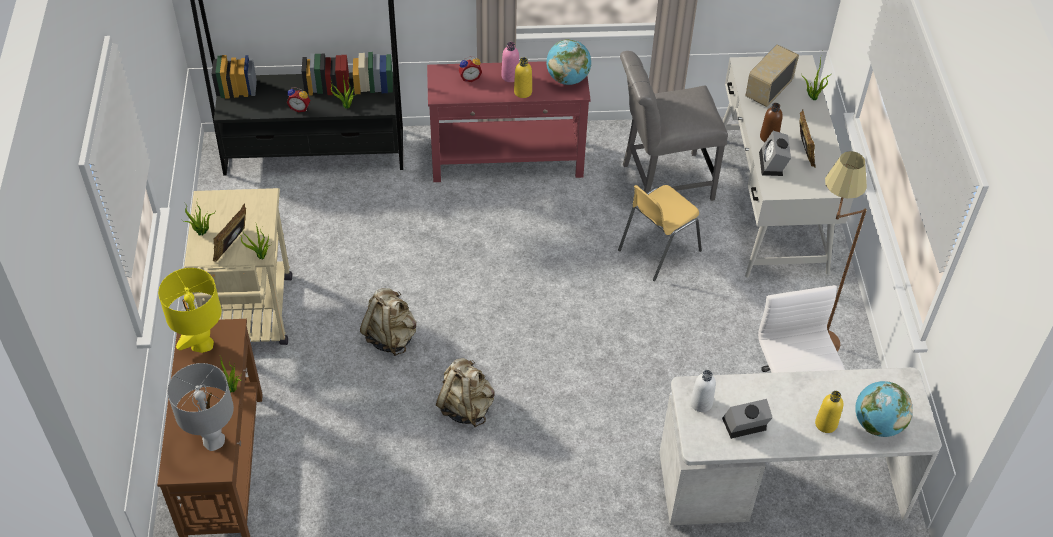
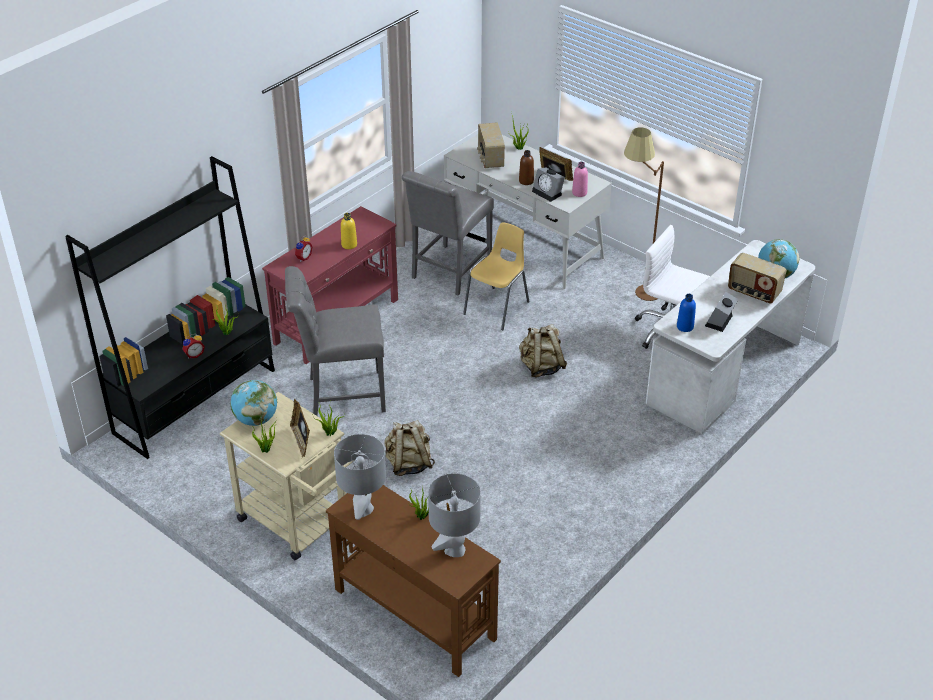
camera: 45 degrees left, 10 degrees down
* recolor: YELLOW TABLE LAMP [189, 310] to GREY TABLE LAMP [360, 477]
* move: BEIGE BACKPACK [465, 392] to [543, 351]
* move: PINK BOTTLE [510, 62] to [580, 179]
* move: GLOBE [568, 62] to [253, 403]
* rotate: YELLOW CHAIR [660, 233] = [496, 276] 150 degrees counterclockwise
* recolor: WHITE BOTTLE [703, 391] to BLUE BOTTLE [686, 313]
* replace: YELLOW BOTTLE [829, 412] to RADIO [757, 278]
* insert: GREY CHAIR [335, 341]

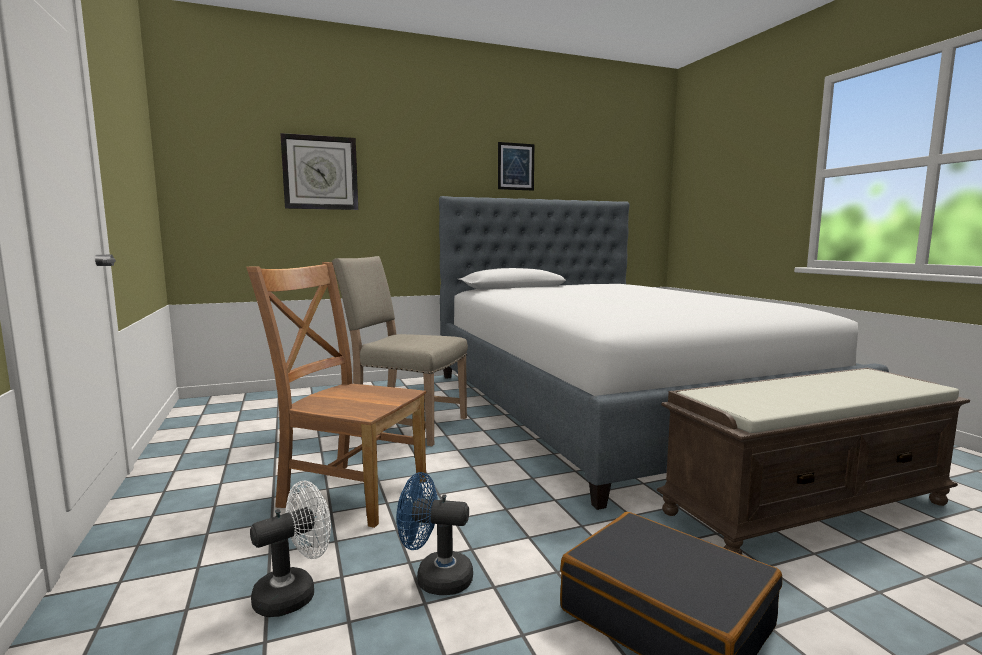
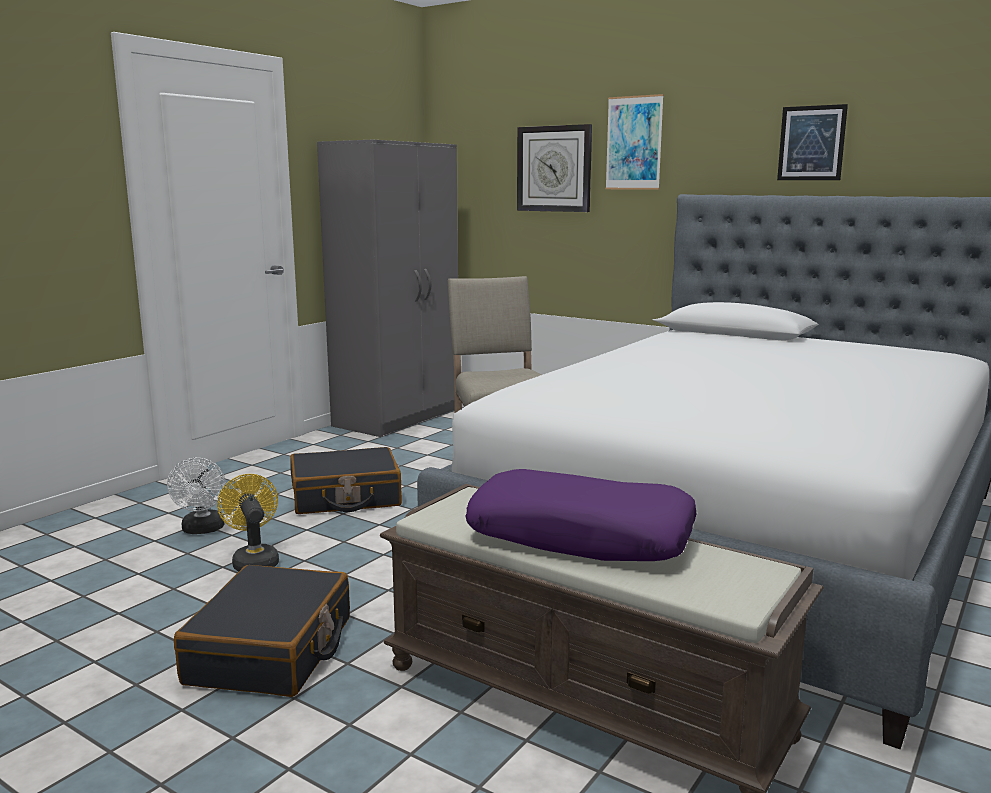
camera: 55 degrees right, 5 degrees up
* replace: BROWN CHAIR [336, 395] to BLACK SUITCASE [346, 480]
* rotate: WHITE FAN [290, 549] = [196, 496] 60 degrees clockwise
* recolor: BLUE FAN [435, 533] to YELLOW FAN [248, 523]
* insert: GREY WARDROBE [387, 288]
* insert: PURPLE PILLOW [581, 515]
* insert: PICTURE [634, 142]

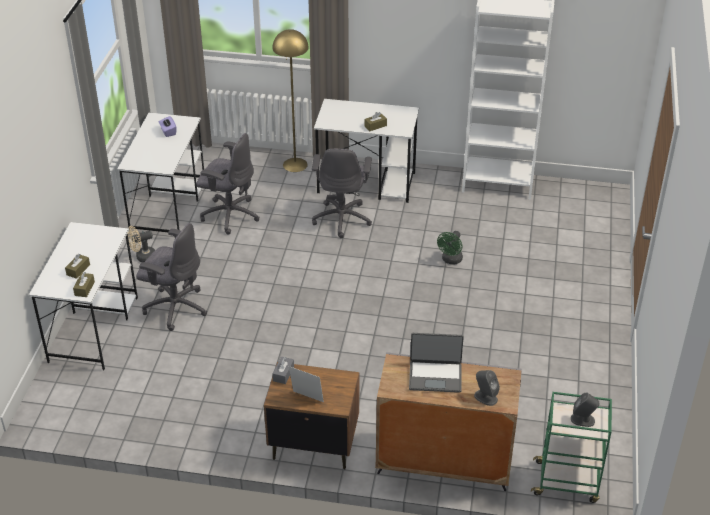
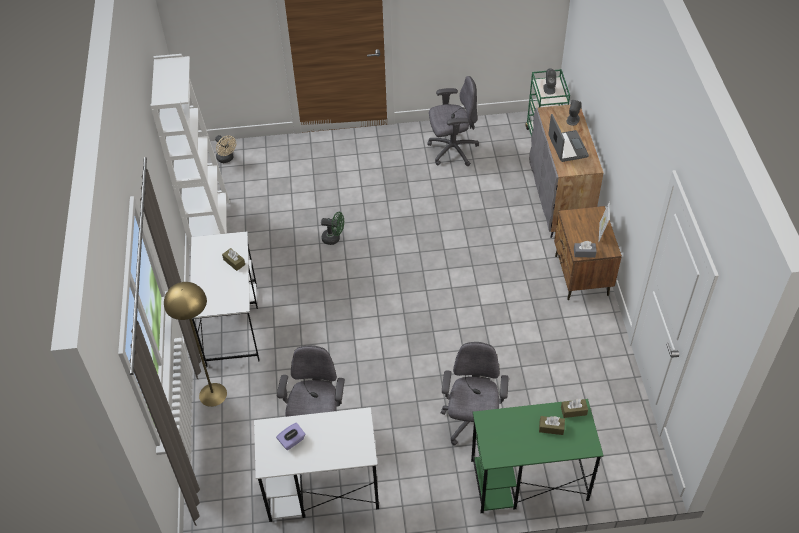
camera: 105 degrees left, 10 degrees up
* recolor: WHITE DESK [83, 296] to GREEN DESK [537, 456]
* move: BEIGE FAN [141, 244] to [225, 149]
* move: GREY OFFICE CHAIR [342, 193] to [453, 121]

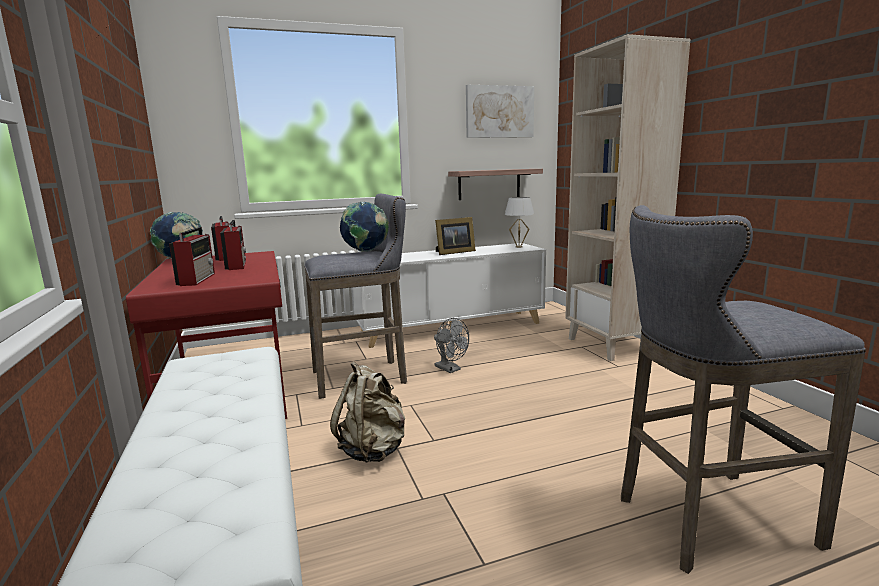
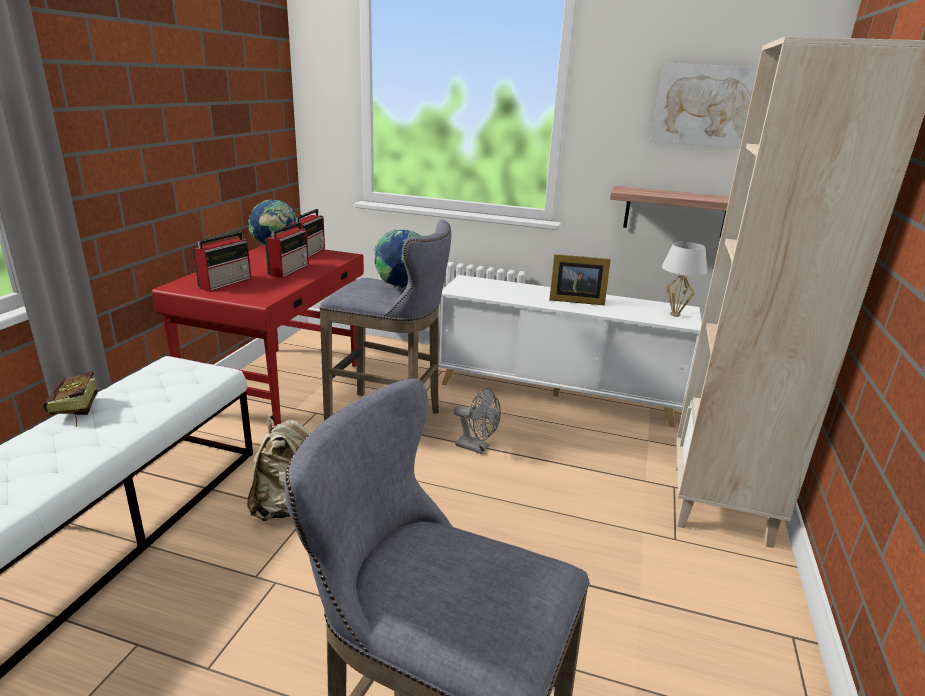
camera: 35 degrees right, 10 degrees up
* rotate: GREY FAN [451, 345] = [477, 421] 60 degrees counterclockwise
* insert: BOOK [70, 399]

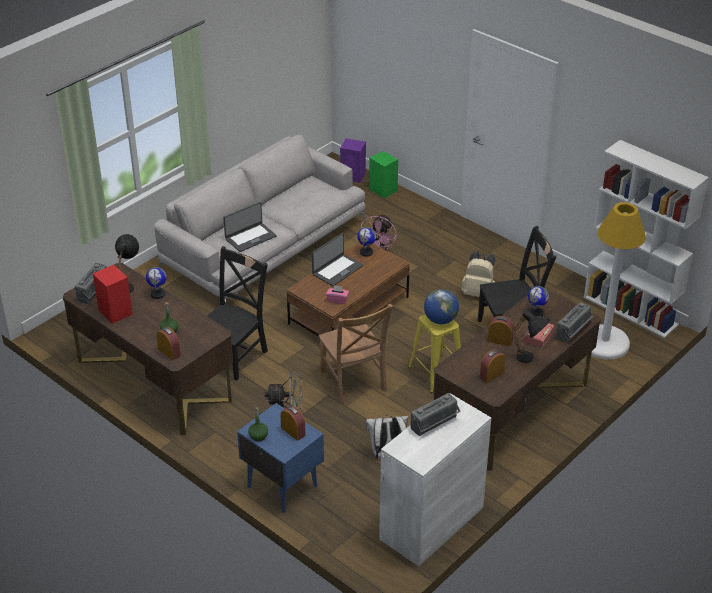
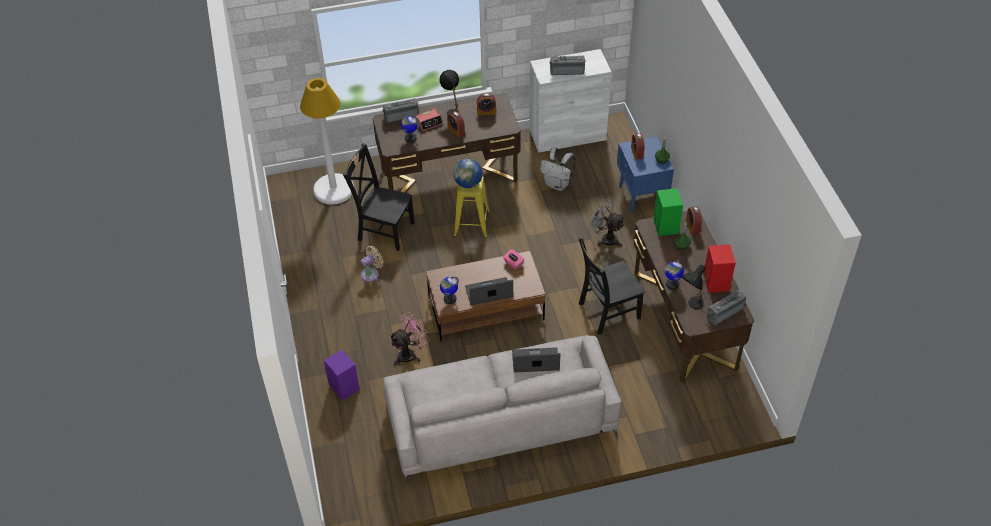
camera: 145 degrees left, 10 degrees up
* delete: BROWN CHAIR [356, 354]
* move: PURPLE SPEAKER [353, 160] to [342, 375]
* move: GREEN SPEAKER [383, 174] to [668, 212]
* replace: BEIGE BACKPACK [478, 274] to BEIGE FAN [371, 264]
* delete: WHITE BOOKCASE [646, 239]

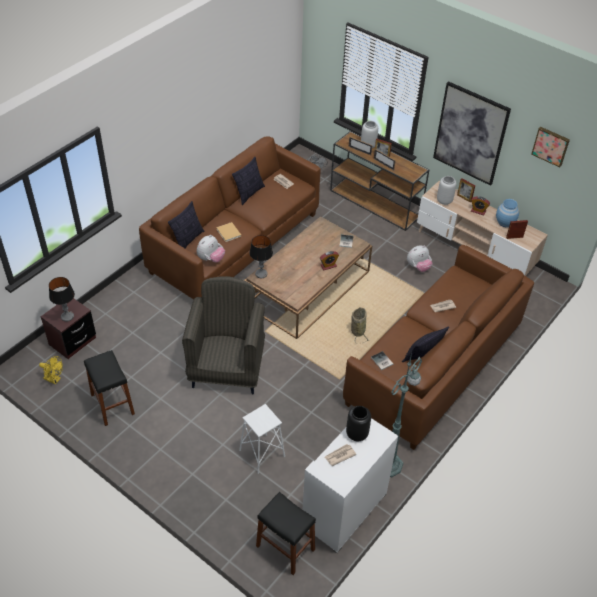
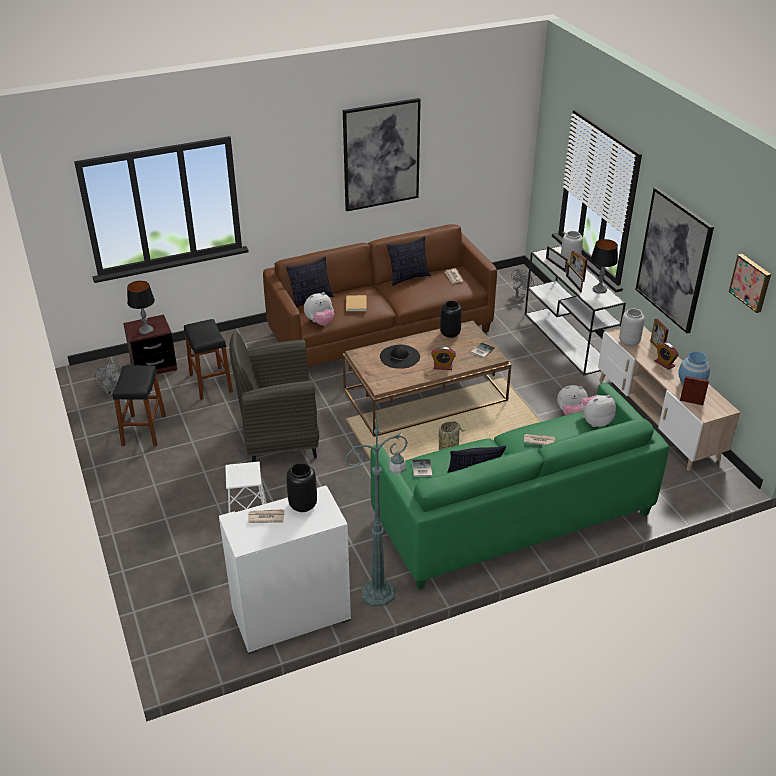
camera: 30 degrees right, 10 degrees down
* recolor: YELLOW FAN [51, 370] to GREY FAN [107, 379]
* rotate: GREY ARMCHAIR [223, 335] = [274, 397] 135 degrees counterclockwise
* move: TABLE LAMP [261, 256] to [604, 266]
* move: BLACK STOOL [286, 533] to [208, 359]
* recolor: BROWN CONSOLE TABLE [379, 181] to WHITE CONSOLE TABLE [575, 310]
* recolor: BROWN SOFA [438, 347] to GREEN SOFA [519, 486]
* insert: PICTURE [382, 154]
* insert: BLACK HAT [400, 357]
* insert: BLACK VASE [451, 319]
* insert: PLUSH TOY [598, 411]

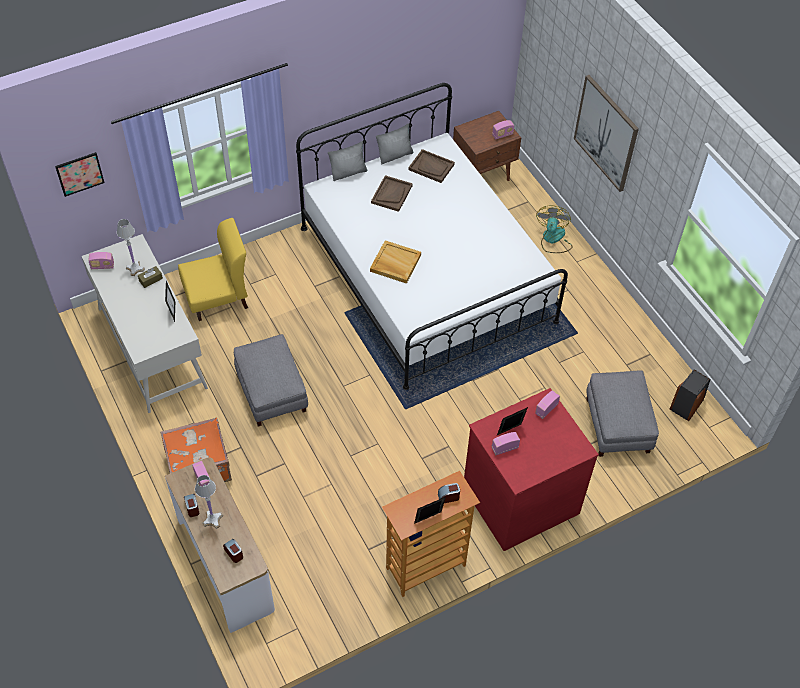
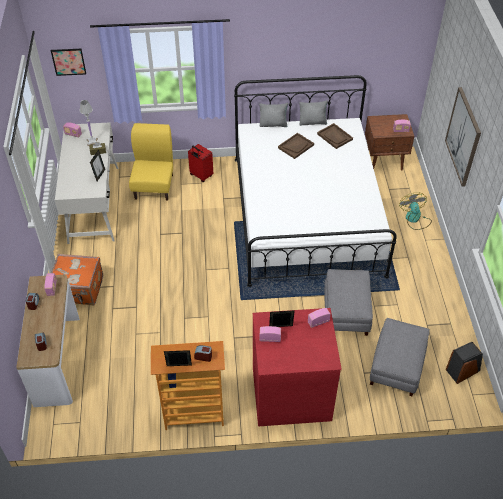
camera: 25 degrees right, 5 degrees down
* rotate: YELLOW CHAIR [213, 269] = [151, 161] 90 degrees counterclockwise
* delete: WHITE TABLE LAMP [209, 502]
* move: GREY OTTOMAN [271, 380] to [348, 302]
* delete: BEIGE TRAY [395, 262]
* rotate: FAN [554, 229] = [415, 211] 45 degrees counterclockwise
* insert: RED SUITCASE [200, 163]

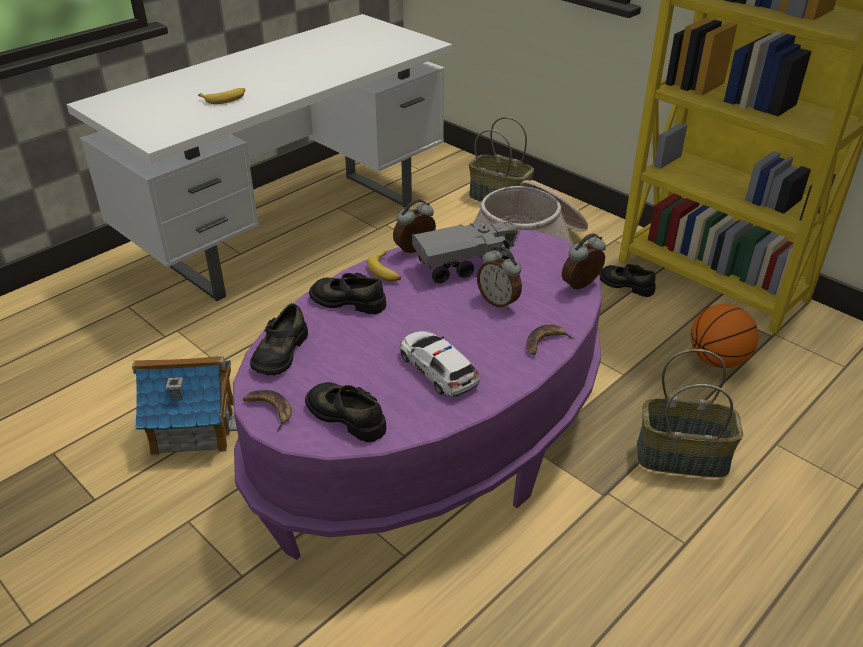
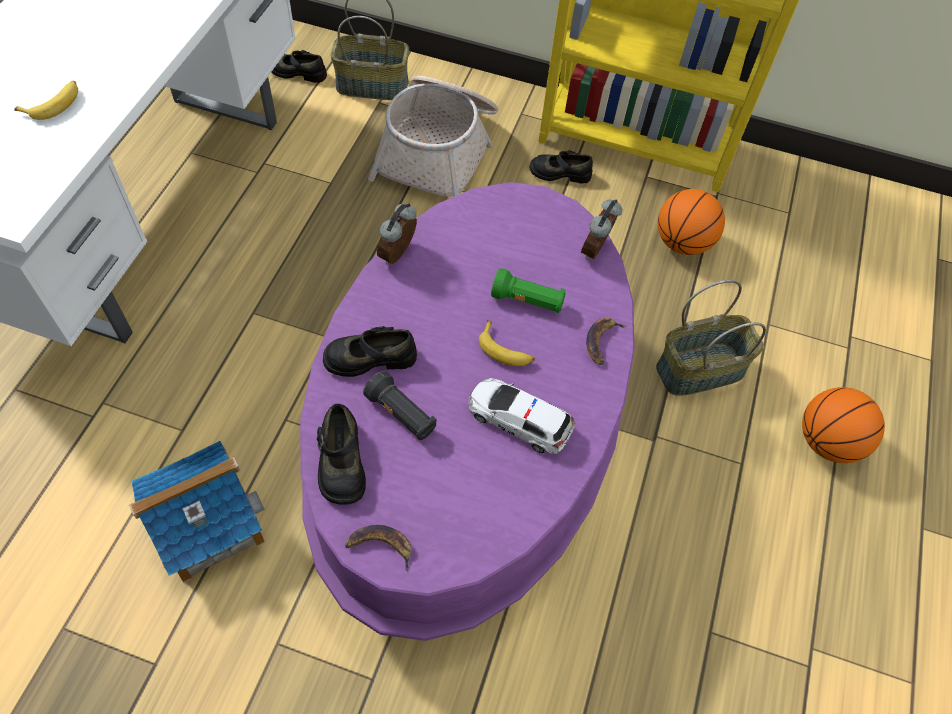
camera: 30 degrees left, 20 degrees up
* move: BLACK SHOE [346, 412] to [299, 66]
* move: BANANA [384, 266] to [507, 343]
* delete: TOY TRUCK [466, 250]
* replace: ALARM CLOCK [499, 278] to GREEN FLASHLIGHT [528, 290]
* insert: BLACK FLASHLIGHT [399, 405]
* insert: BASKETBALL [843, 425]

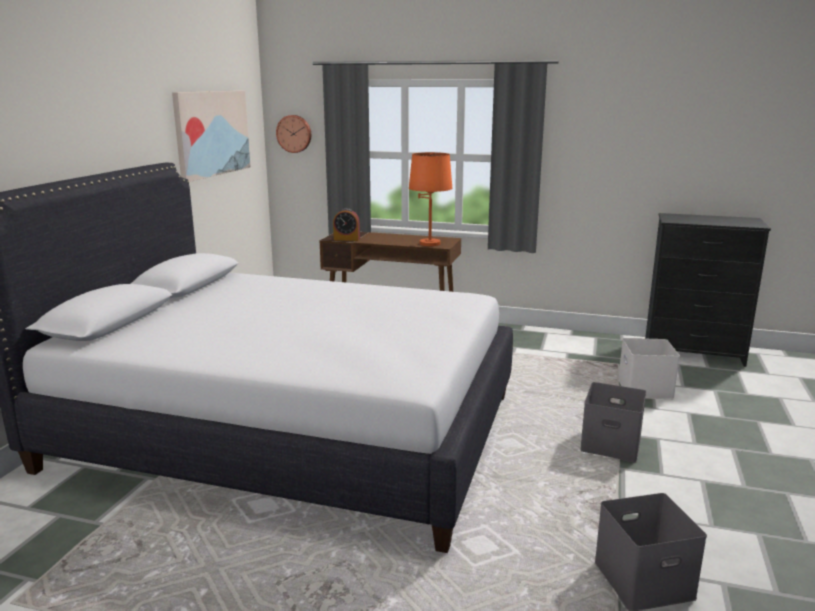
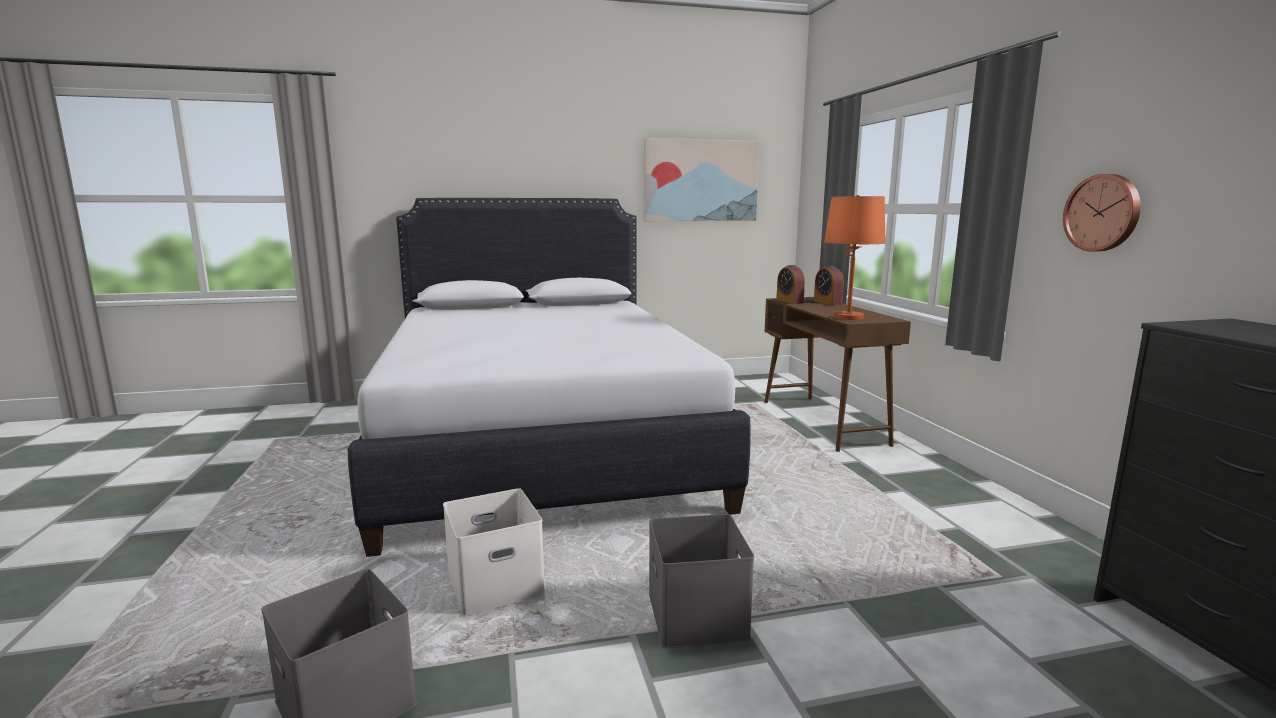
camera: 60 degrees right, 5 degrees down
* move: WALL CLOCK [293, 134] to [1102, 213]
* move: WHITE STORAGE BOX [649, 368] to [494, 551]
* insert: ALARM CLOCK [829, 285]

